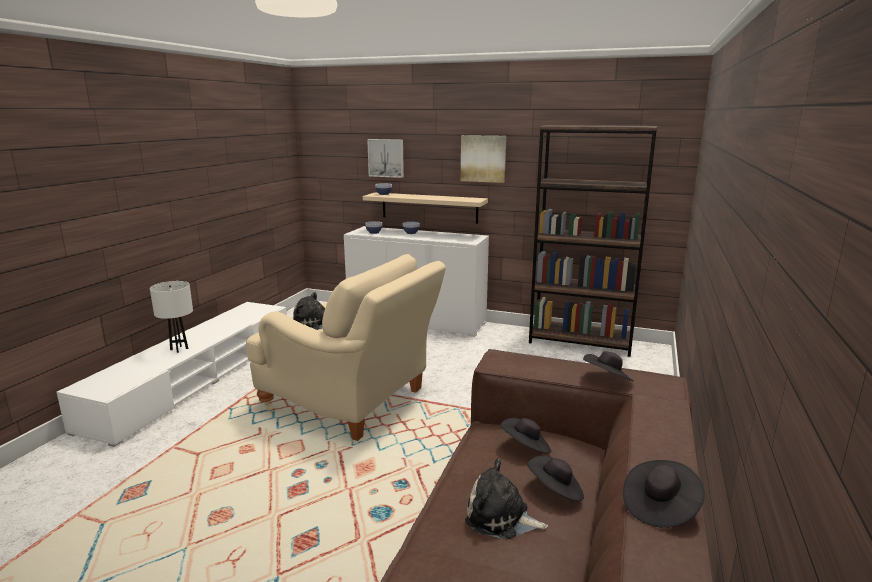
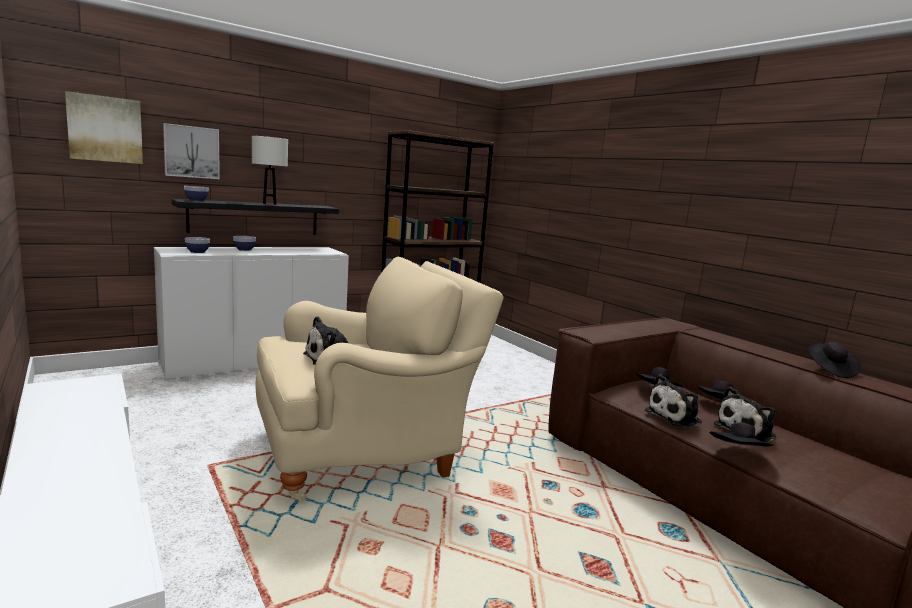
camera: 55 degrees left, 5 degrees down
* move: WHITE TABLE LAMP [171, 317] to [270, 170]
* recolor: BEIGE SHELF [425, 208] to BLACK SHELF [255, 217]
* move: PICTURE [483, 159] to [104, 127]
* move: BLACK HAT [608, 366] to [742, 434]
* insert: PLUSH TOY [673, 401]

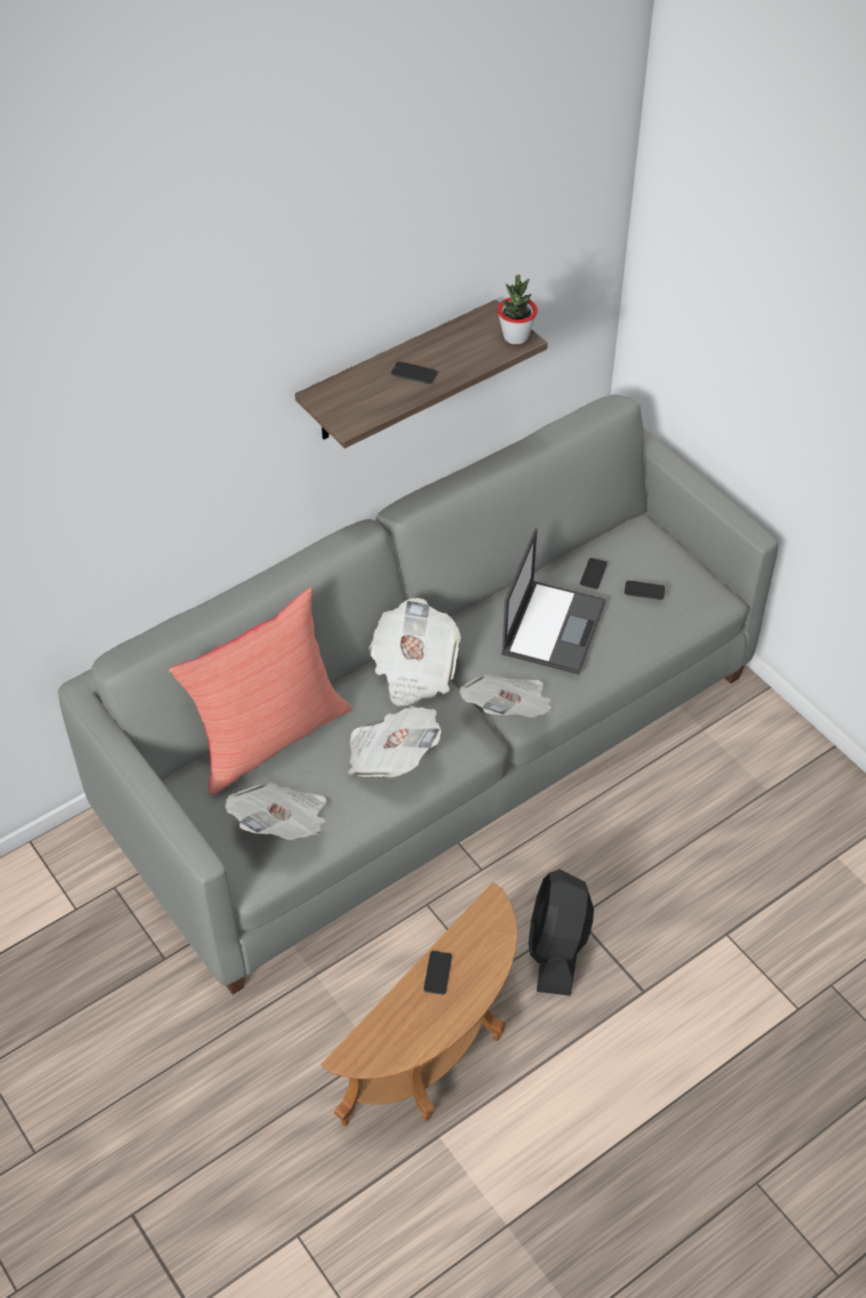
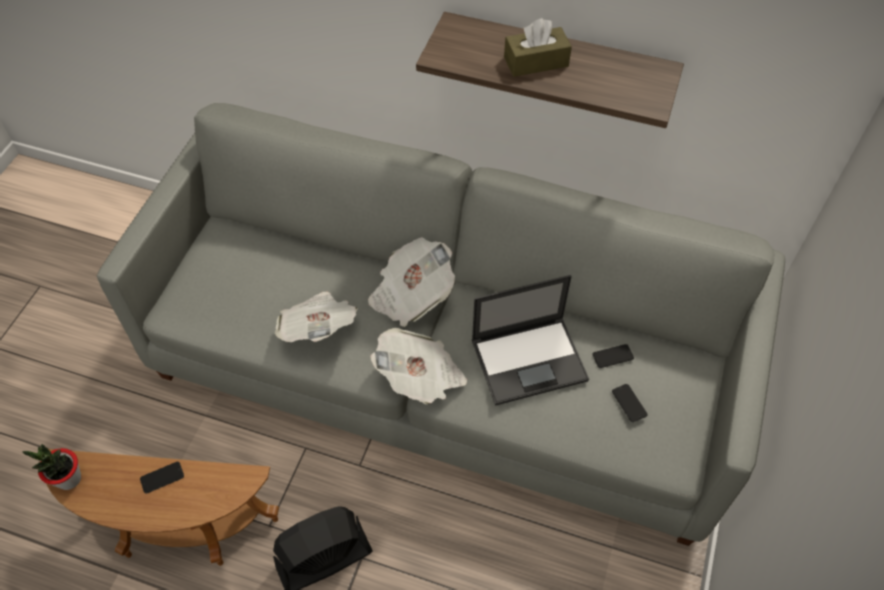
camera: 55 degrees right, 5 degrees up
* delete: RED PILLOW [260, 691]
* delete: NEWSPAPER [276, 811]
* replace: PHONE [414, 372] to BROWN TISSUE BOX [538, 47]
* move: POTTED PLANT [517, 309] to [51, 467]

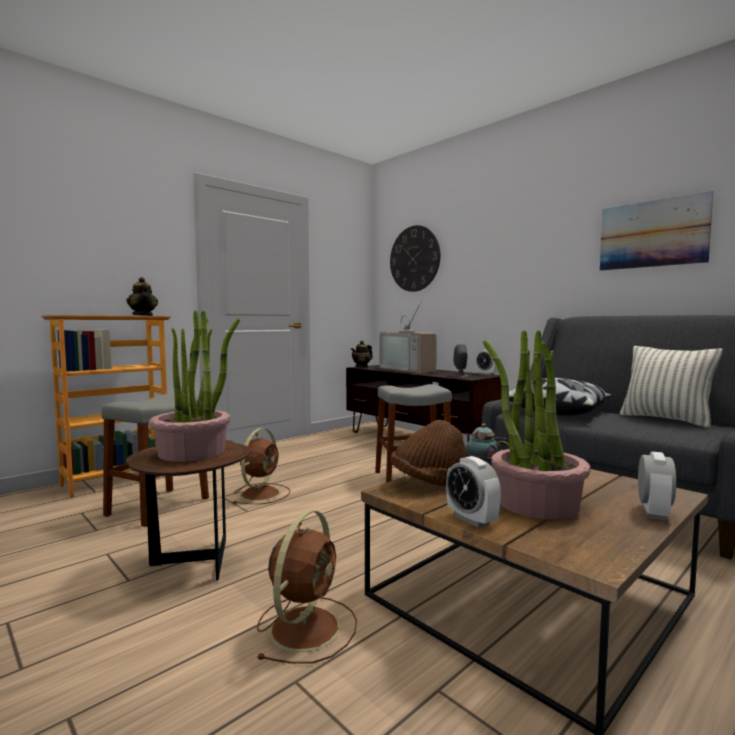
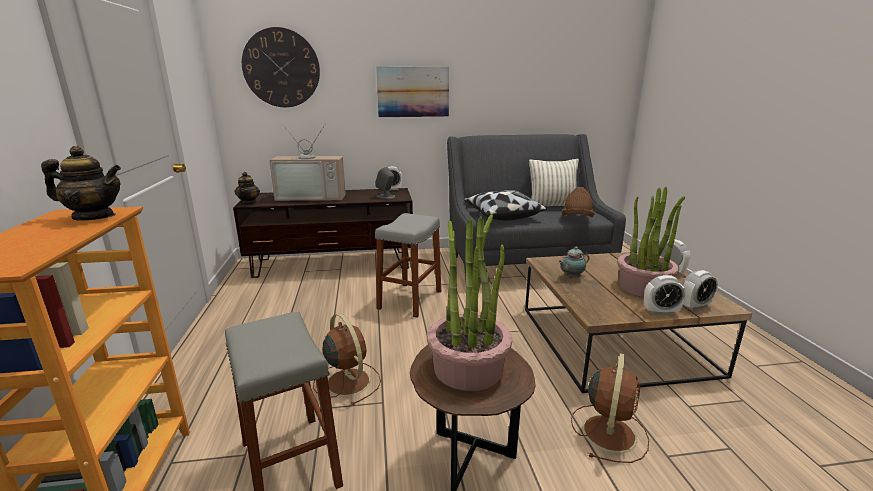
camera: 55 degrees left, 15 degrees up
* rotate: BROWN FAN [306, 587] = [610, 408] 60 degrees clockwise
* move: BROWN HAT [428, 453] to [578, 202]
* move: PICTURE [656, 231] to [412, 91]
* insert: ALARM CLOCK [700, 290]

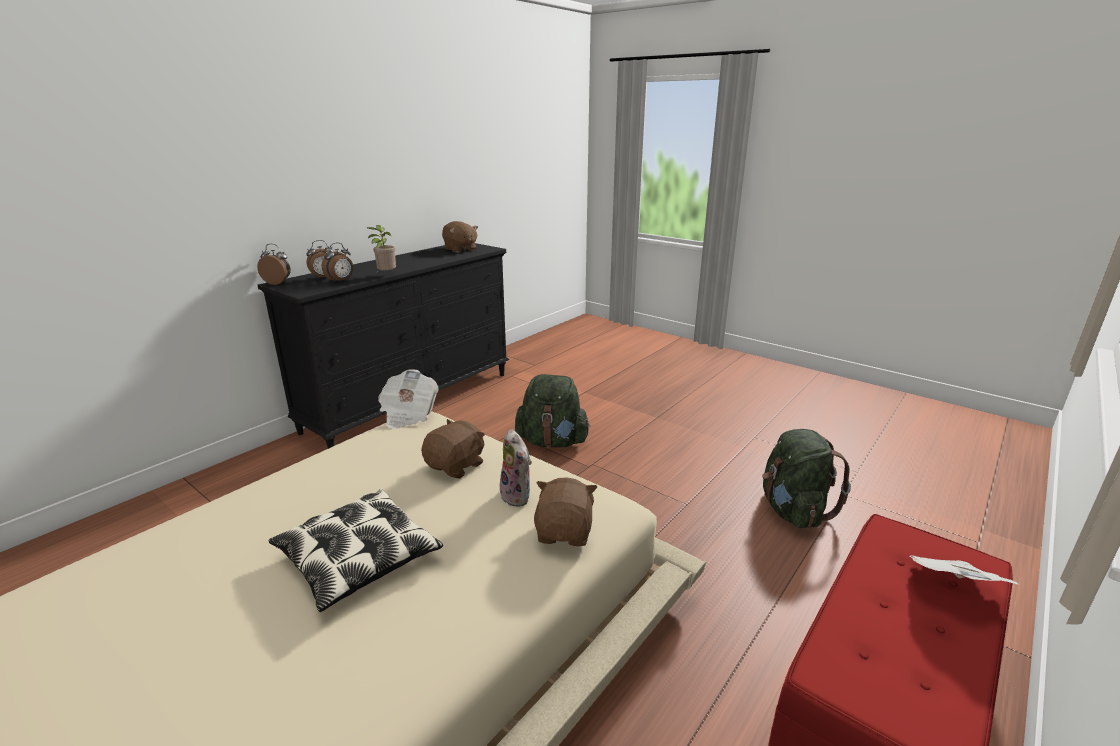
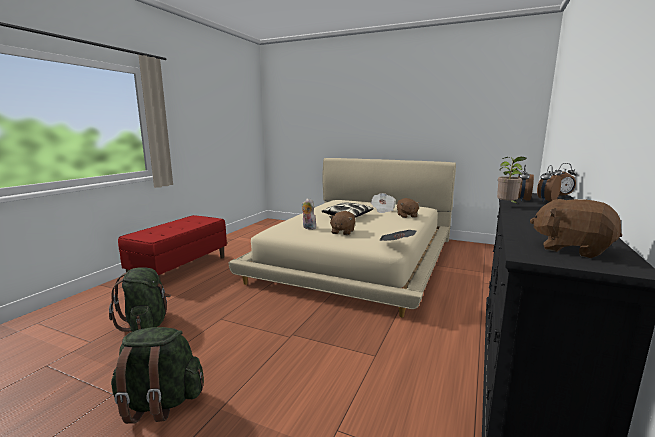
camera: 165 degrees right, 10 degrees down
* move: GREEN BACKPACK [553, 411] to [157, 375]
* move: BROWN PLUSH TOY [565, 511] to [408, 208]
* move: NEWSPAPER [964, 570] to [383, 203]

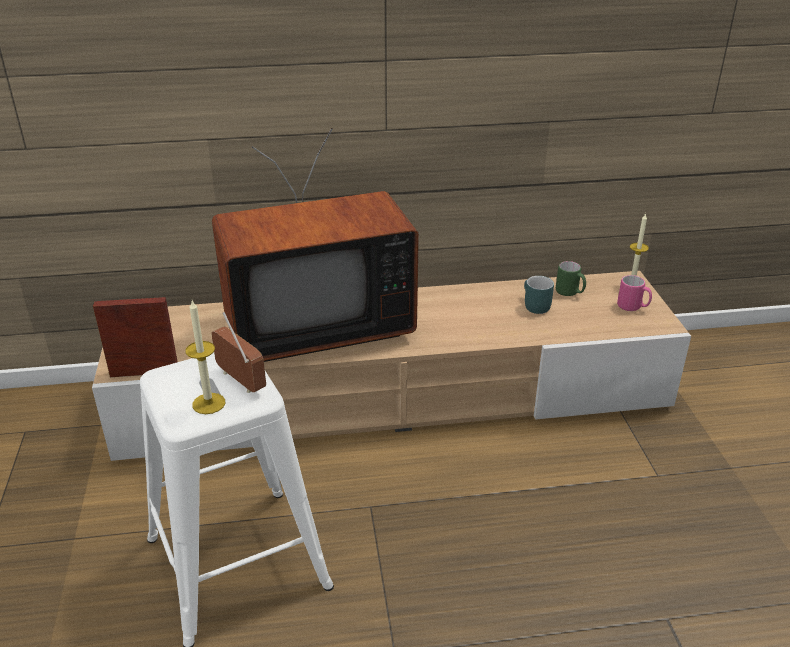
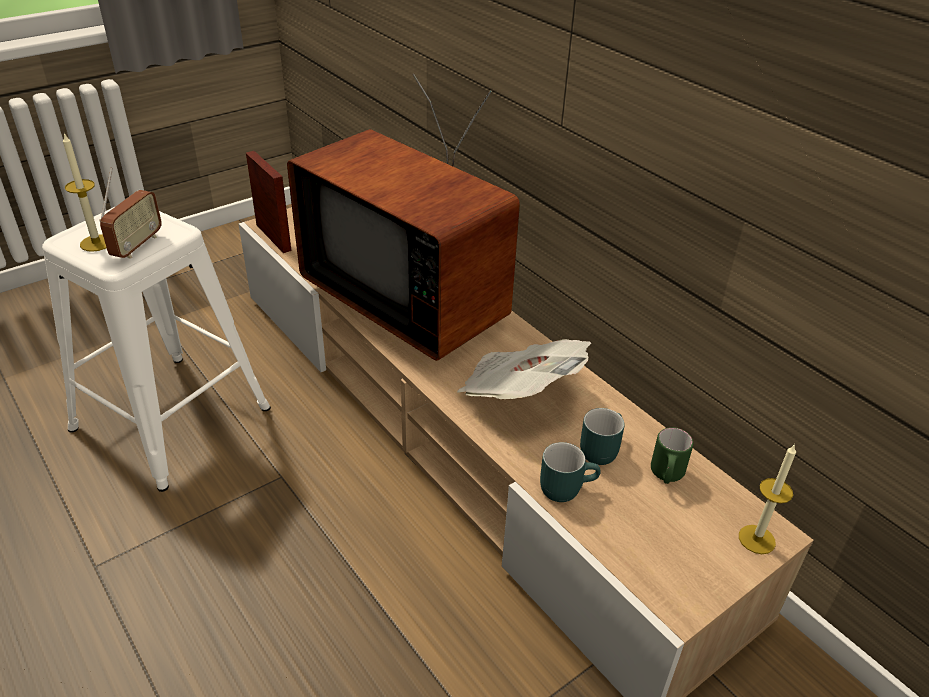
camera: 60 degrees right, 5 degrees up
* delete: PINK MUG [634, 293]
* insert: NEWSPAPER [524, 369]
* insert: TURQUOISE MUG [570, 472]

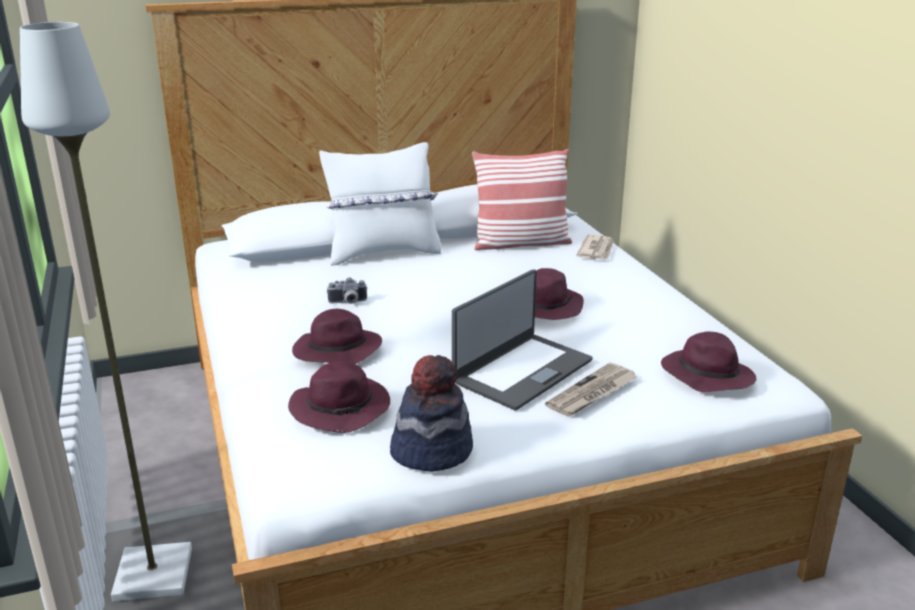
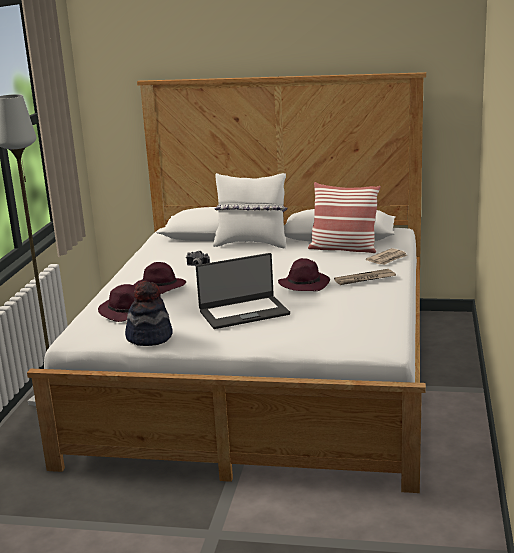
camera: 30 degrees right, 5 degrees down
* move: NEWSPAPER [591, 389] to [365, 277]
* delete: PURPLE HAT [709, 361]

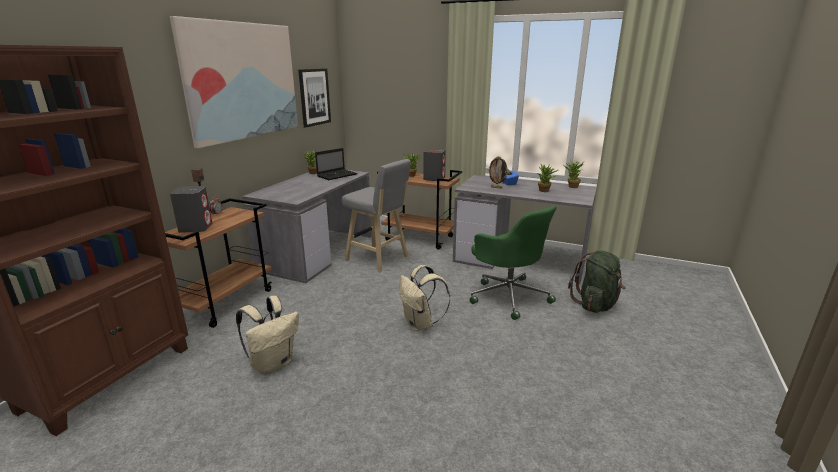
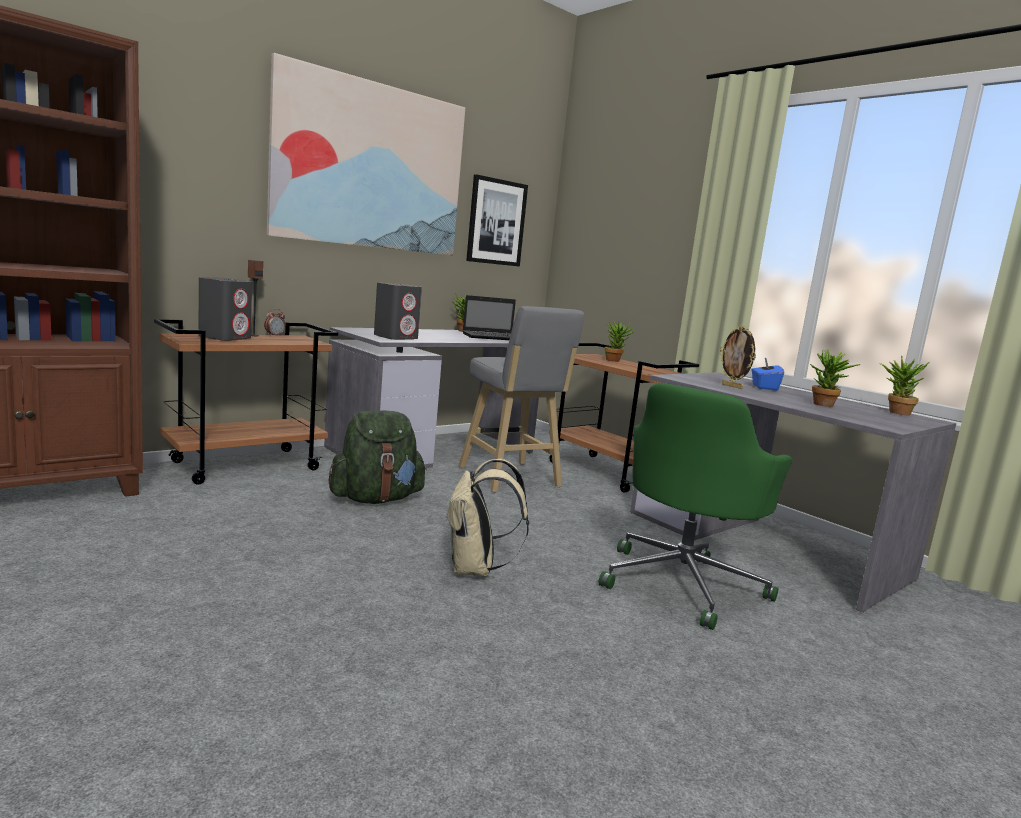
camera: 25 degrees right, 10 degrees down
* delete: BEIGE BACKPACK [267, 334]
* move: GREY SPEAKER [434, 164] to [398, 311]
* rotate: GREEN OFFICE CHAIR [513, 262] = [695, 506] 45 degrees clockwise
* move: GREEN BACKPACK [597, 281] to [378, 457]

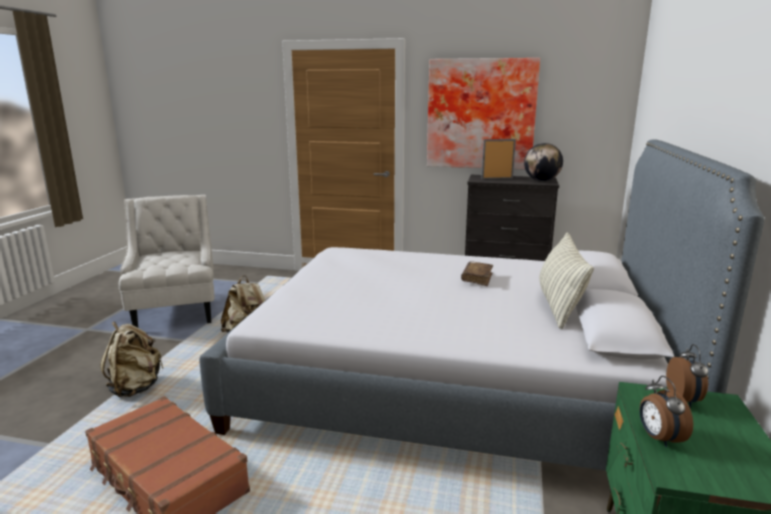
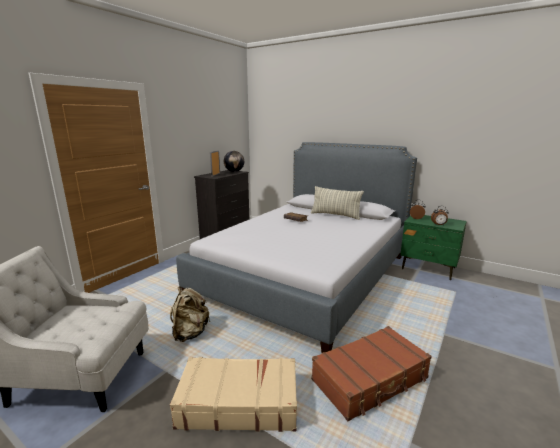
camera: 70 degrees left, 0 degrees up
* replace: BEIGE BACKPACK [131, 359] to BEIGE SUITCASE [233, 394]
* delete: PICTURE [483, 114]

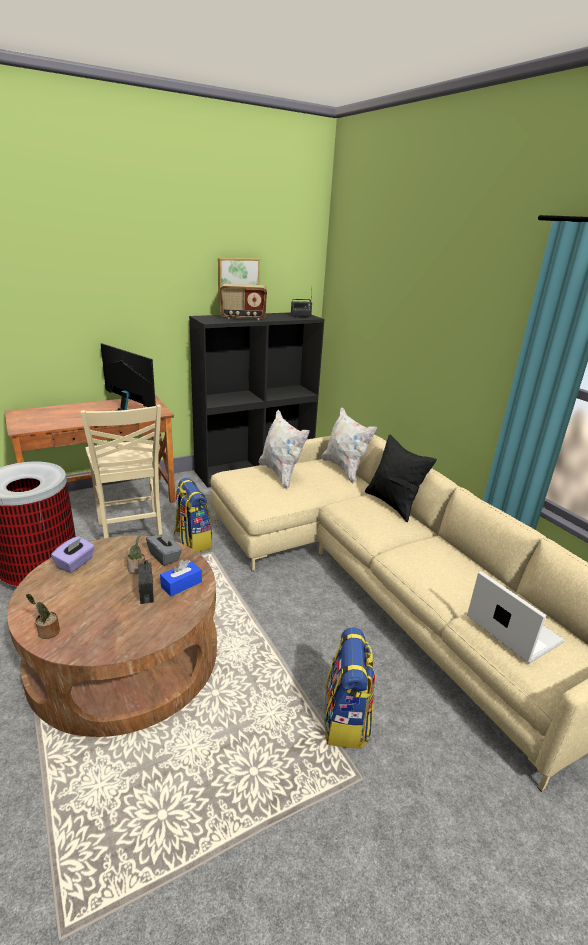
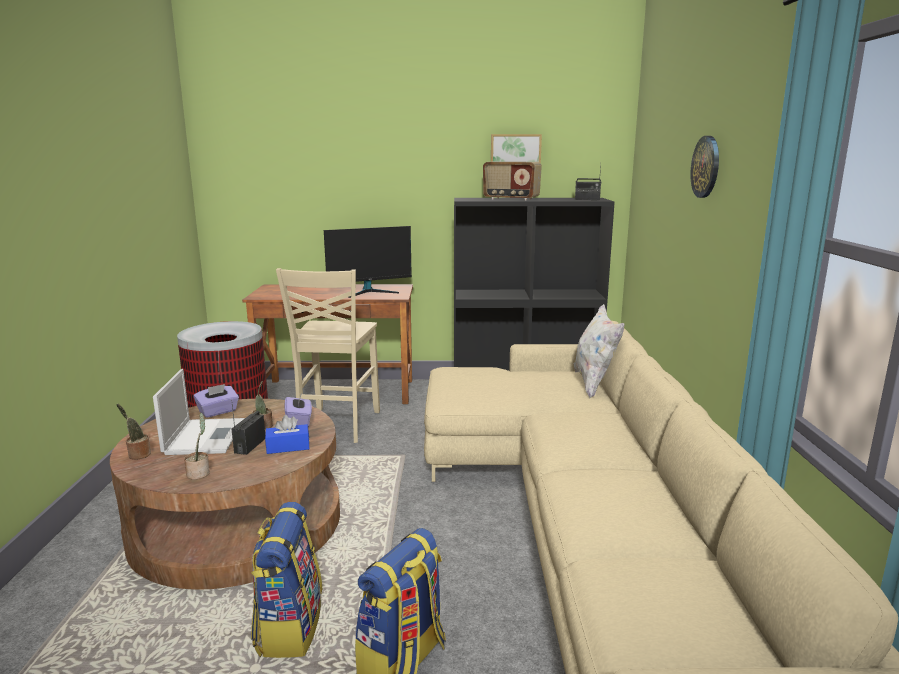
camera: 30 degrees right, 10 degrees down
* rotate: MONITOR [128, 377] = [368, 262] 90 degrees clockwise
* recolor: GREY TISSUE BOX [164, 548] to PURPLE TISSUE BOX [298, 409]
* move: BACKPACK [193, 515] to [286, 580]
* delete: WHITE PILLOW [284, 450]
* delete: BLACK PILLOW [401, 478]
* move: LAPTOP [516, 617] to [199, 412]
* insert: POTTED PLANT [197, 446]
* insert: WALL CLOCK [704, 167]

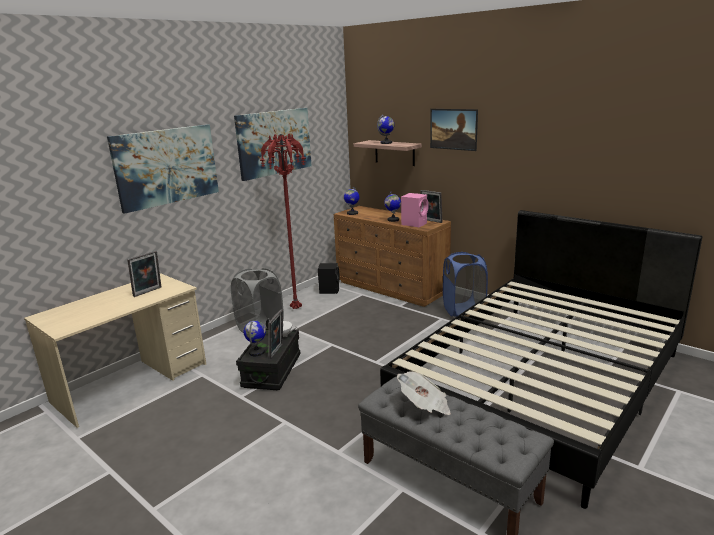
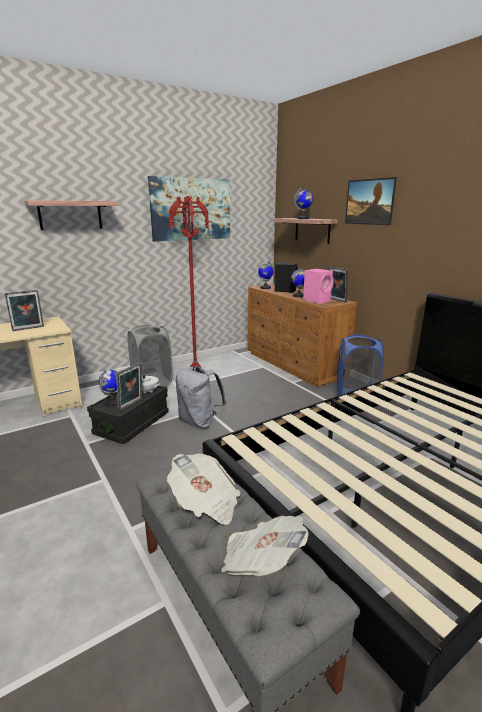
camera: 15 degrees right, 0 degrees up
* replace: PICTURE [163, 169] to SHELF [71, 215]
* move: BLACK SPEAKER [328, 278] to [286, 277]
* insert: GREY BACKPACK [200, 397]
* insert: NEWSPAPER [264, 546]

